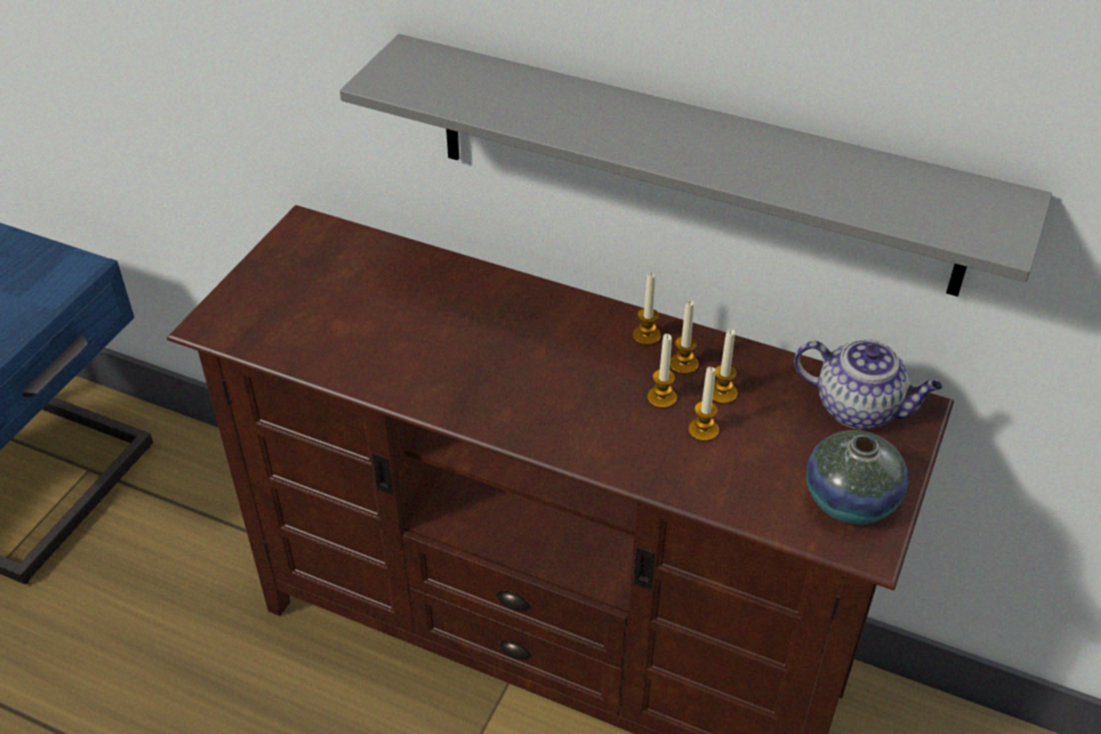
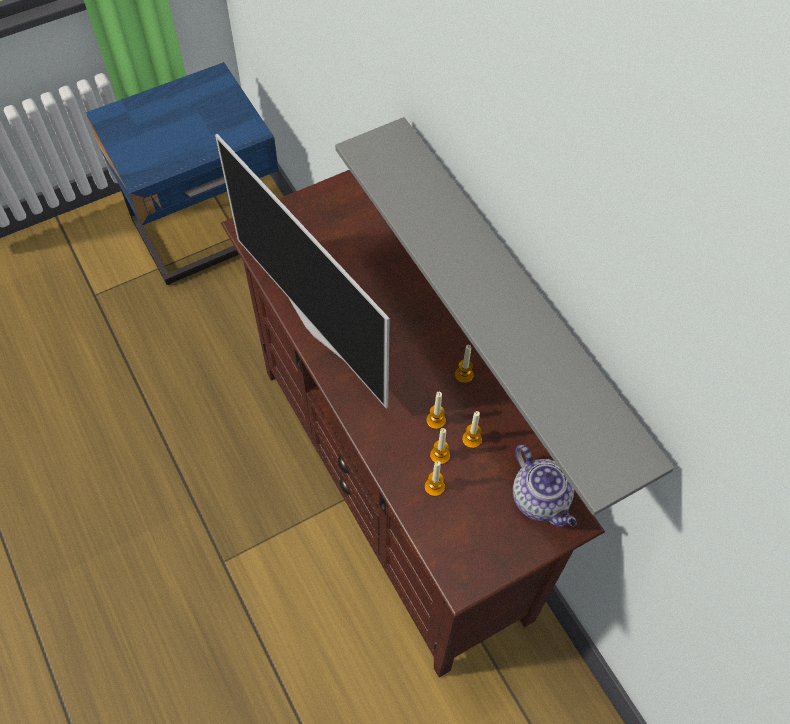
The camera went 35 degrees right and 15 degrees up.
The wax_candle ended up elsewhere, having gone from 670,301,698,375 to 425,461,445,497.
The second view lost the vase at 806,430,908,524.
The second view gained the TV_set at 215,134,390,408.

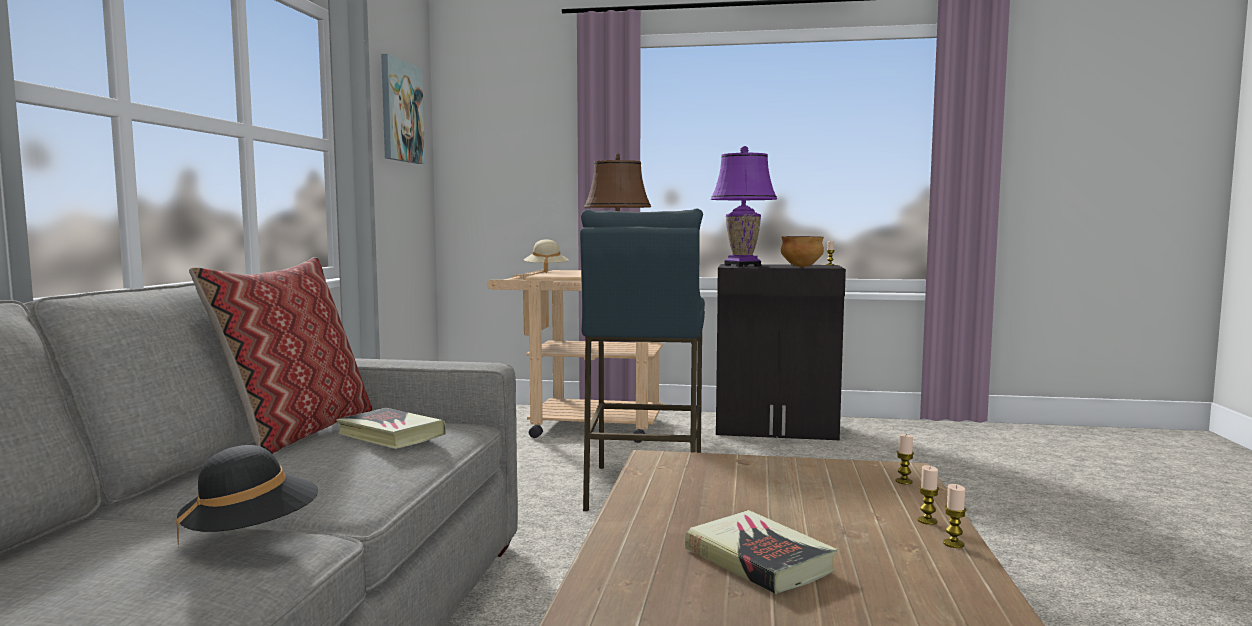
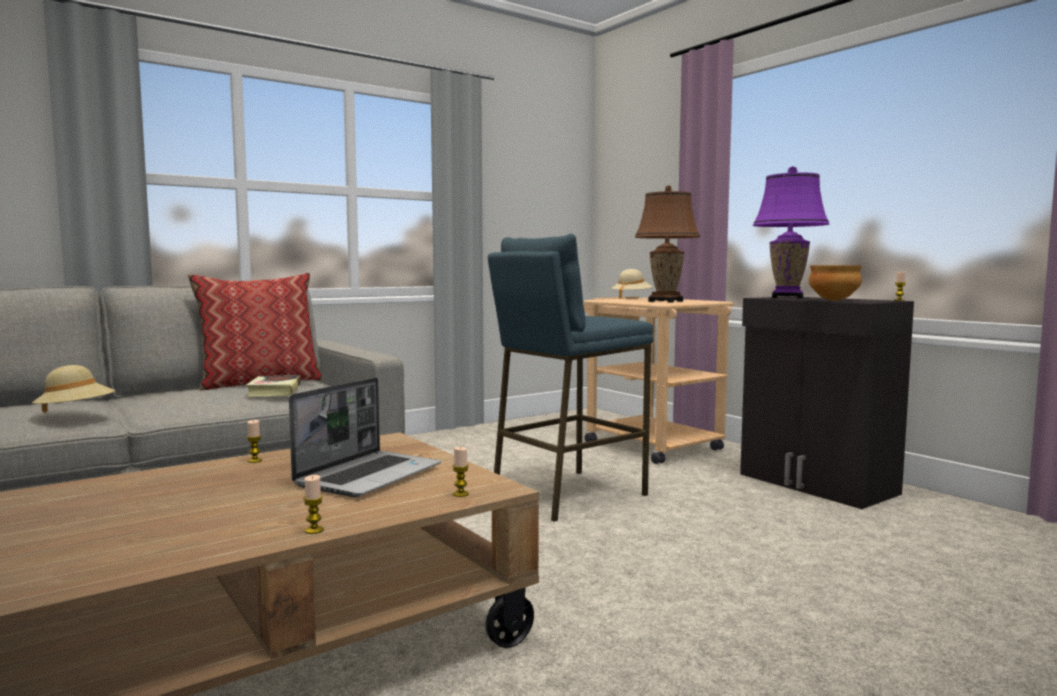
The camera went 45 degrees right and 0 degrees up.
What was the blackish_wearable_hat at 176,445,318,546 turned into the sand-coloured_wearable_hat at 32,365,116,413.
The second view lost the wall_picture at 381,54,425,164.
The second view lost the bound_book at 685,510,837,594.
The wax_candle ended up elsewhere, having gone from 918,465,939,525 to 246,420,262,463.
The second view gained the notebook_computer at 289,377,441,497.

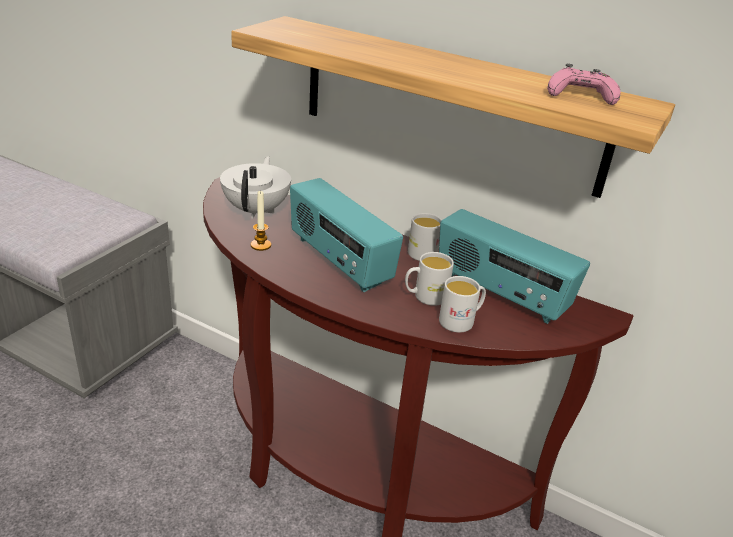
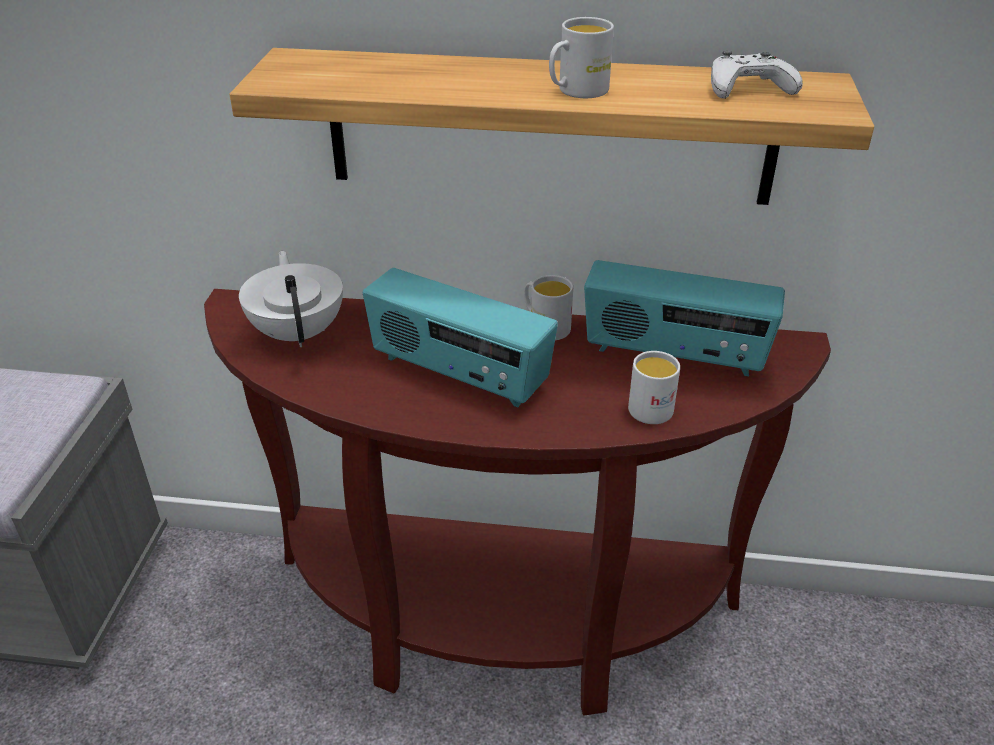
The camera went 20 degrees left and 5 degrees up.
The second view lost the wax_candle at 251,190,271,251.
The whitish_mug ended up elsewhere, having gone from 405,252,454,306 to 549,17,614,98.
What was the pinkish_joypad at 547,64,621,105 turned into the whitish_joypad at 711,51,803,99.

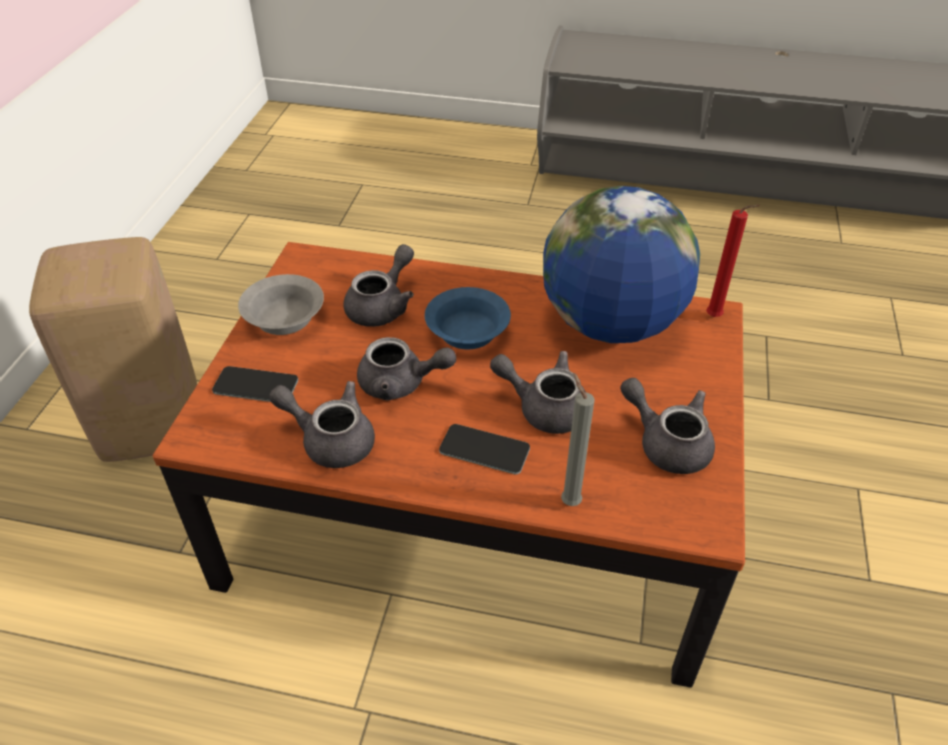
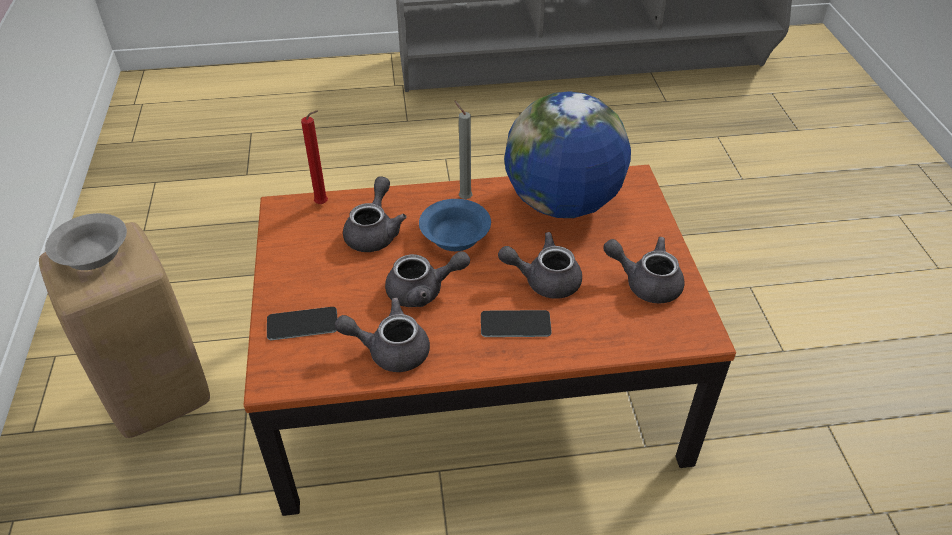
The camera went 20 degrees left and 0 degrees up.
The greyish_deep_dish ended up elsewhere, having gone from 238,274,324,335 to 45,213,127,270.
The greyish_wax_candle ended up elsewhere, having gone from 561,373,595,506 to 454,101,472,199.
The reddish_wax_candle ended up elsewhere, having gone from 706,205,760,317 to 301,111,328,204.

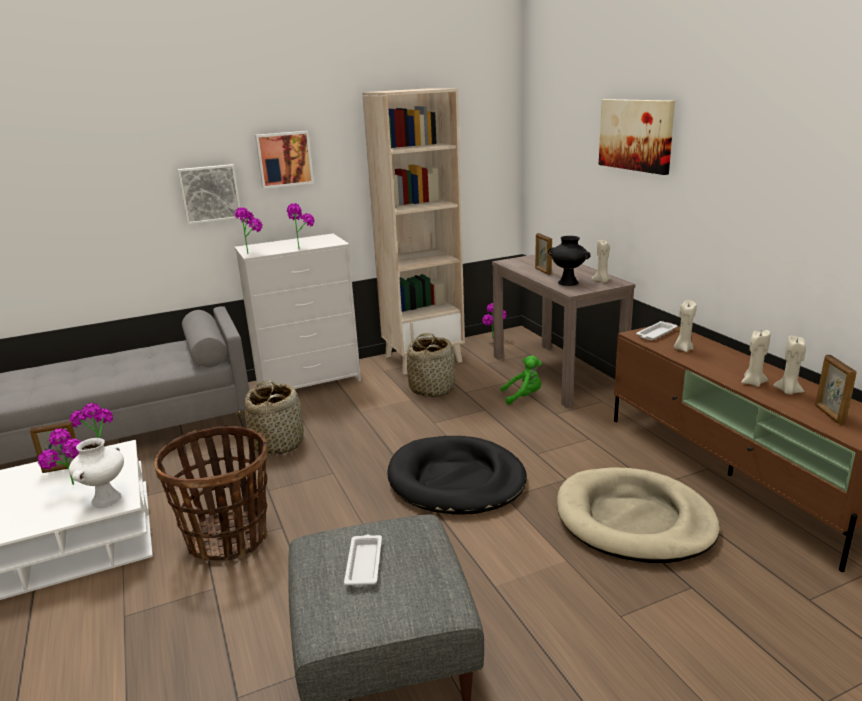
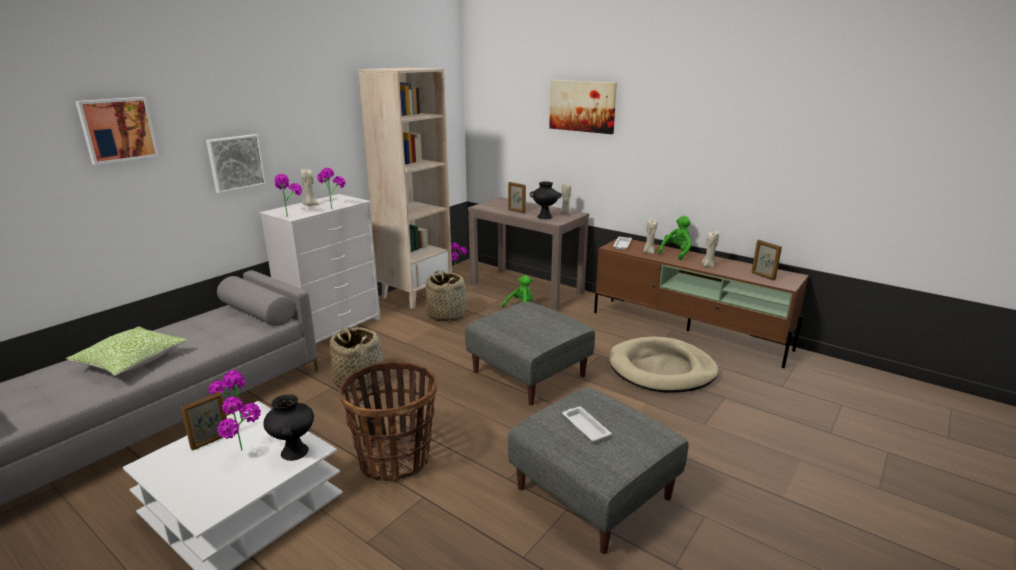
The camera went 30 degrees left and 0 degrees up.
What was the whitish_vase at 69,438,124,508 turned into the blackish_vase at 263,395,314,461.
The wall_picture ended up elsewhere, having gone from 255,131,314,189 to 75,97,159,165.
Where the blackish_dog_cushion stood at 387,436,527,515, the greyish_ottoman came to stand at 465,302,595,406.
The sand-coloured_wax_candle ended up elsewhere, having gone from 774,336,806,395 to 301,169,319,206.
The second view gained the cushion at 66,326,187,376.
The second view gained the greenish_plush_toy at 658,216,692,260.

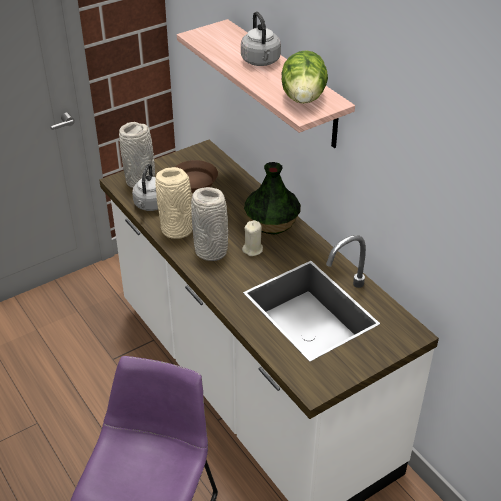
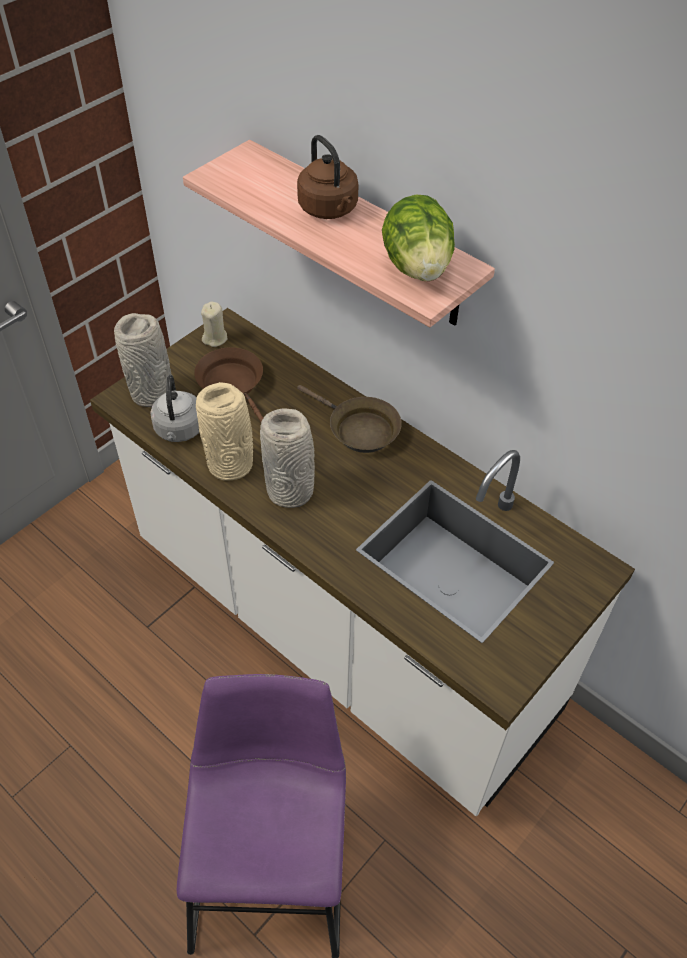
The camera went 15 degrees left and 10 degrees up.
What was the greyish_kettle at 241,11,281,66 turned into the brownish_kettle at 297,135,359,219.
The sand-coloured_wax_candle ended up elsewhere, having gone from 242,220,263,256 to 201,301,228,347.
Where the vase stood at 244,162,301,235, the brownish_frying_pan came to stand at 297,385,402,453.

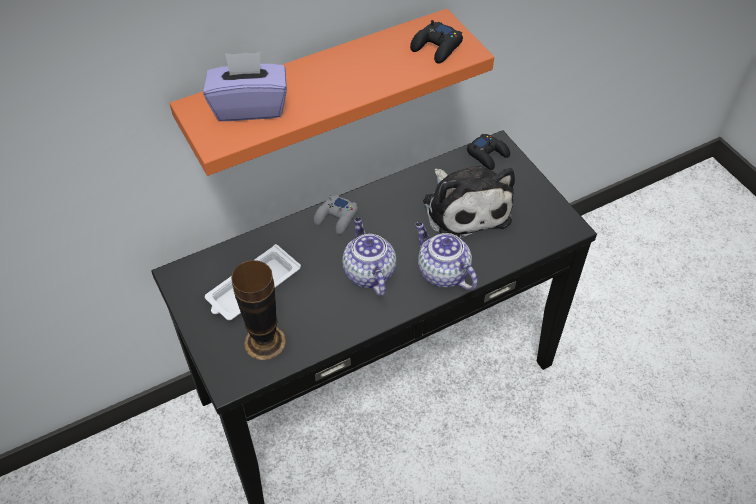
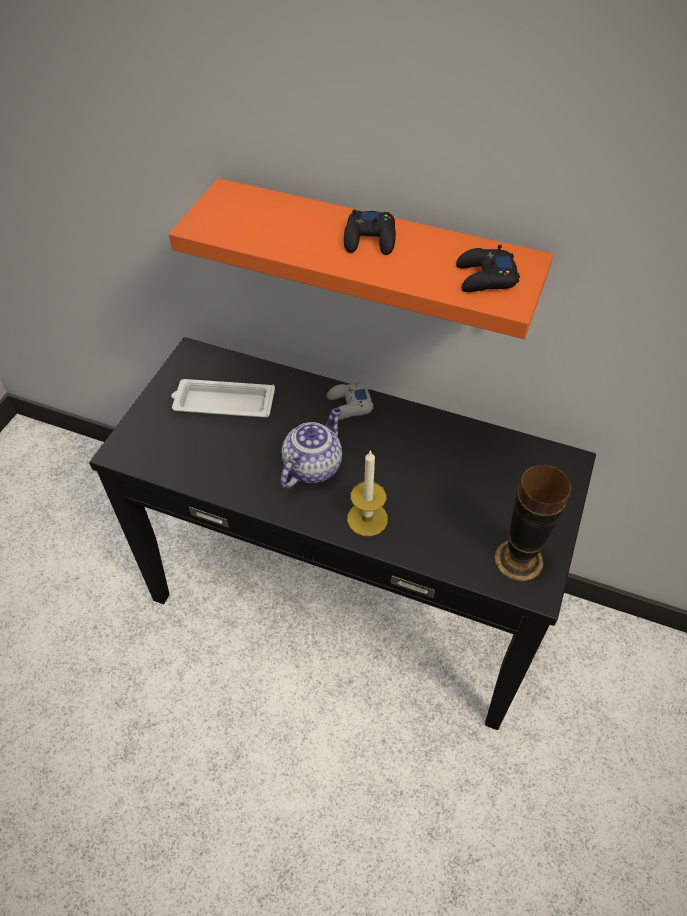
The camera went 50 degrees right and 0 degrees up.
The second view lost the purple_box_of_tissues at 203,53,287,121.
The vase ended up elsewhere, having gone from 231,260,286,360 to 495,465,571,581.
Where the pot_for_tea stood at 415,222,478,290, the wax_candle came to stand at 347,450,388,536.
The second view lost the plush_toy at 423,166,515,238.
The blackish_joypad ended up elsewhere, having gone from 467,134,510,170 to 344,209,396,255.

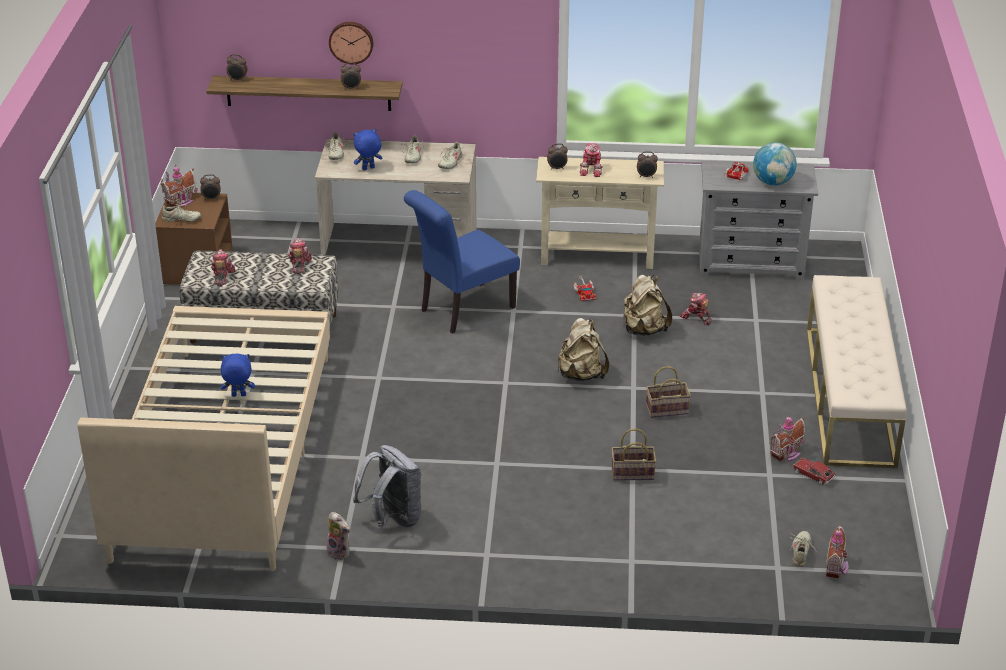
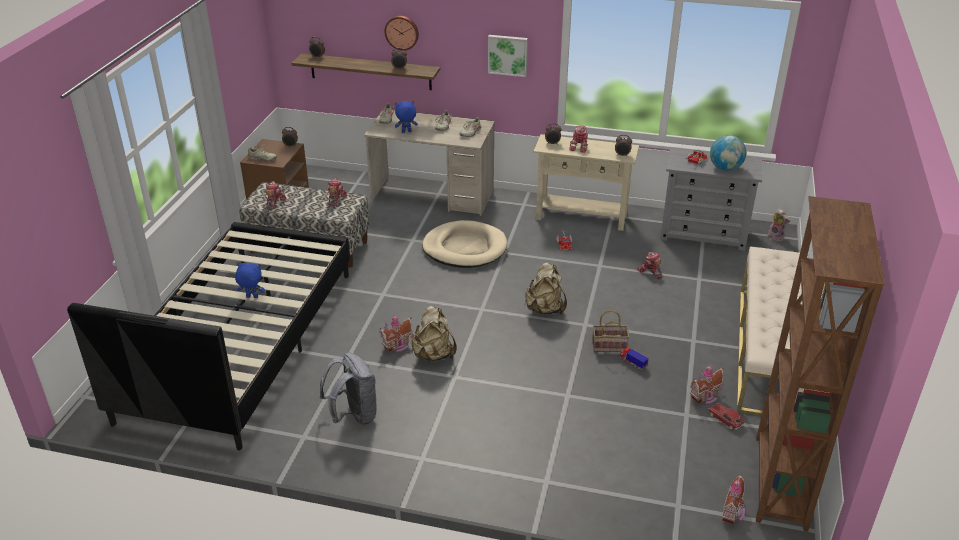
The camera went 10 degrees right and 0 degrees up.
What was the sand-coloured_bed at 77,306,330,571 turned into the blackish_bed at 67,222,350,450.
The miniature_house ended up elsewhere, having gone from 160,165,198,207 to 379,315,414,353.
The plush_toy ended up elsewhere, having gone from 326,512,351,560 to 767,208,790,242.
Where the bluish_chair stood at 404,190,520,334, the sand-coloured_dog_cushion came to stand at 422,220,507,268.
The second view lost the household_basket at 611,429,656,480.
The sand-coloured_rucksack ended up elsewhere, having gone from 623,275,672,336 to 411,306,457,361.
The second view lost the sand-coloured_shoe at 789,531,817,567.
The second view gained the wall_picture at 488,35,528,77.
The second view gained the toy_truck at 620,348,649,370.
The second view gained the brownish_bookshelf at 756,196,885,532.

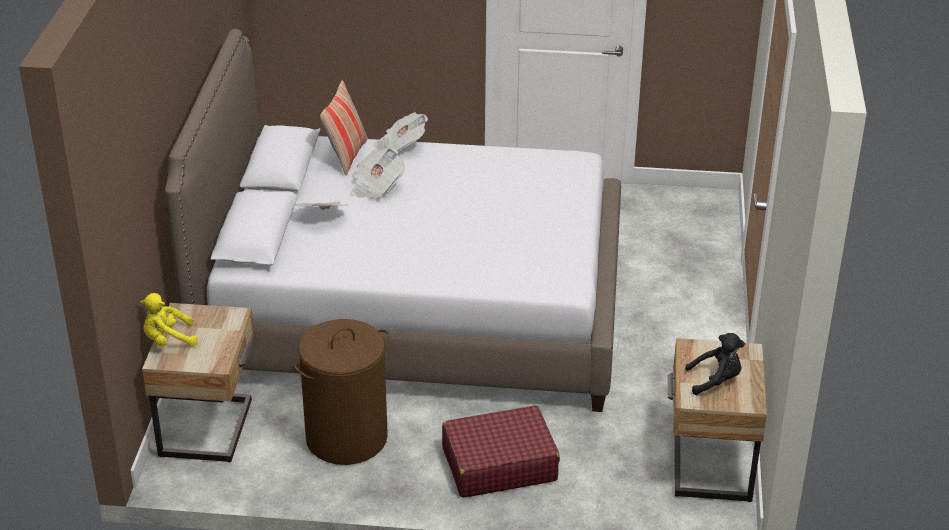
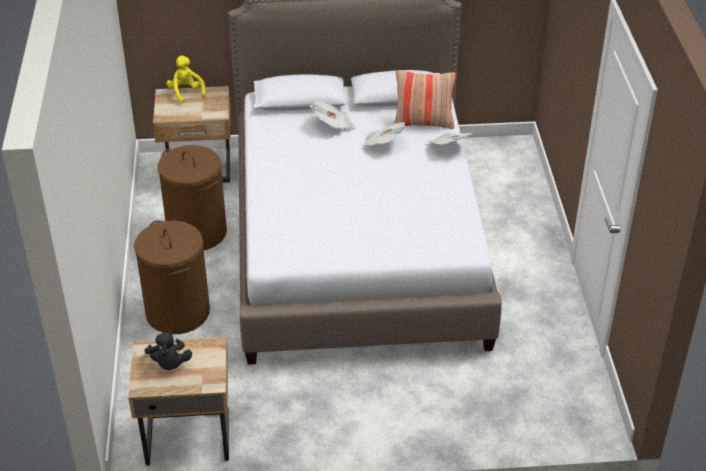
The camera went 80 degrees right and 5 degrees up.
Where the reddish_travel_case stood at 442,405,560,498, the brownish_hamper came to stand at 134,220,210,334.

